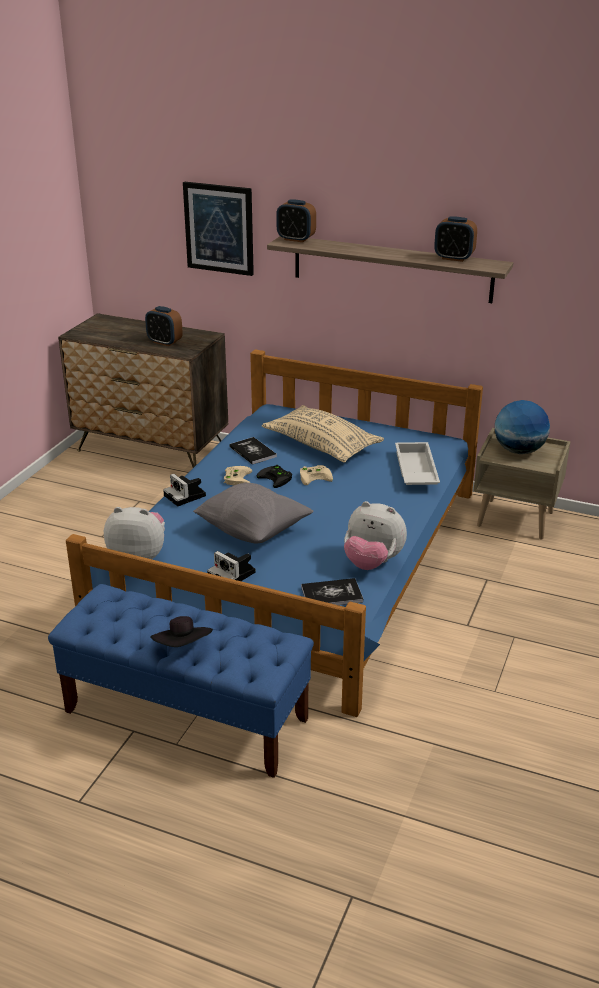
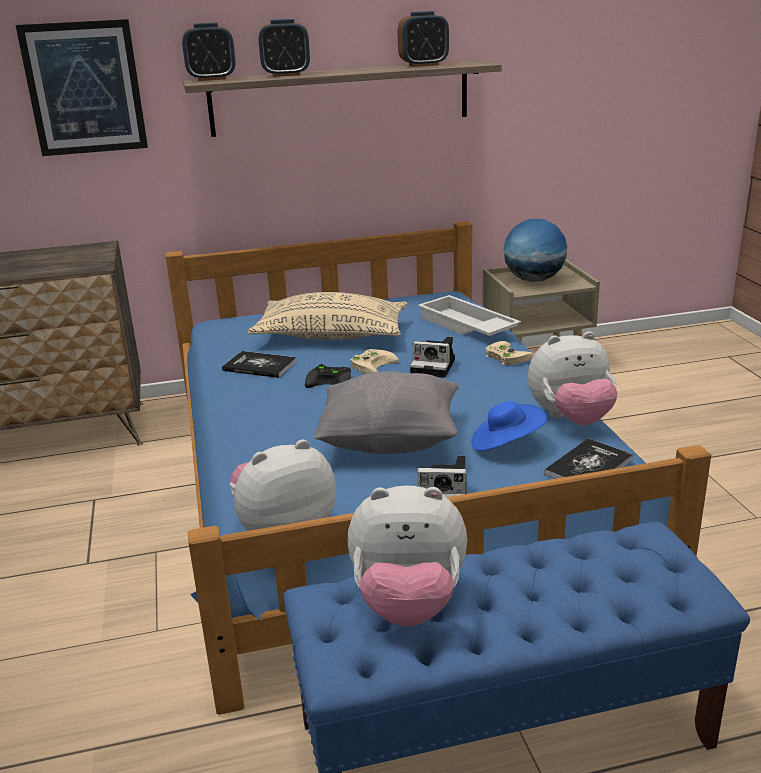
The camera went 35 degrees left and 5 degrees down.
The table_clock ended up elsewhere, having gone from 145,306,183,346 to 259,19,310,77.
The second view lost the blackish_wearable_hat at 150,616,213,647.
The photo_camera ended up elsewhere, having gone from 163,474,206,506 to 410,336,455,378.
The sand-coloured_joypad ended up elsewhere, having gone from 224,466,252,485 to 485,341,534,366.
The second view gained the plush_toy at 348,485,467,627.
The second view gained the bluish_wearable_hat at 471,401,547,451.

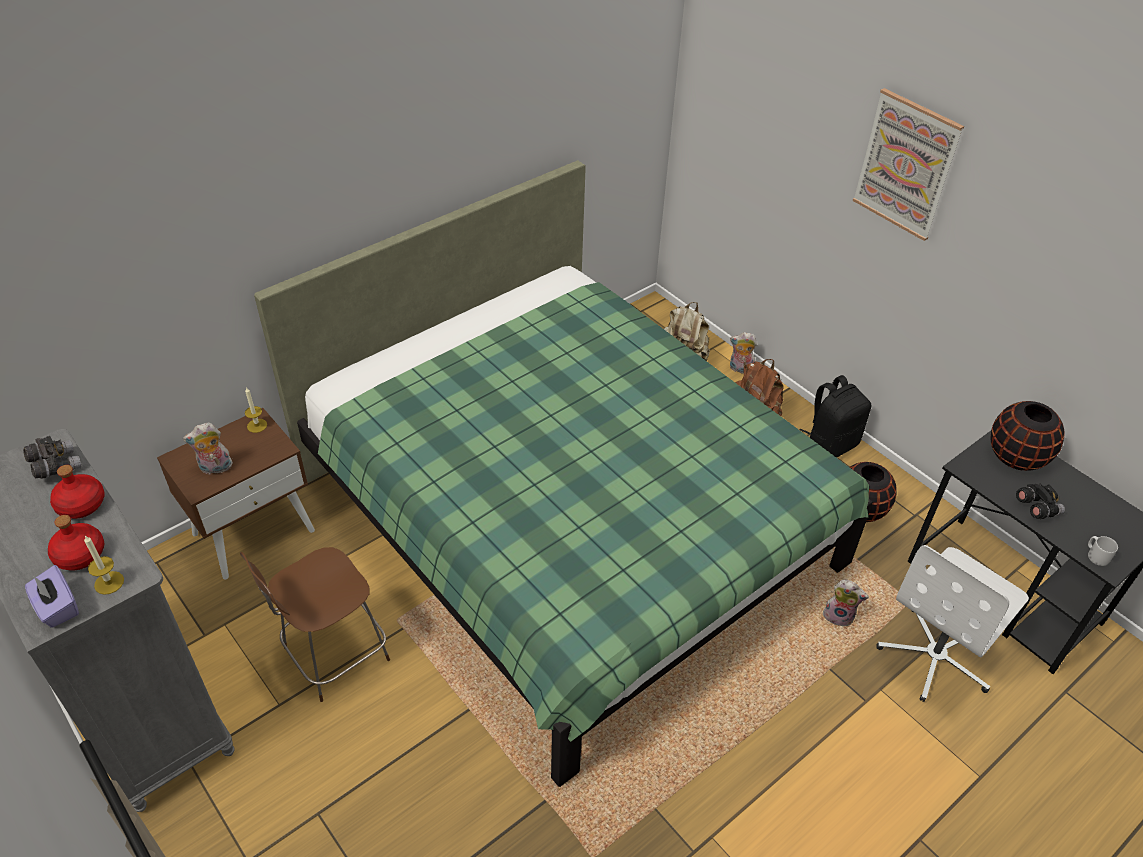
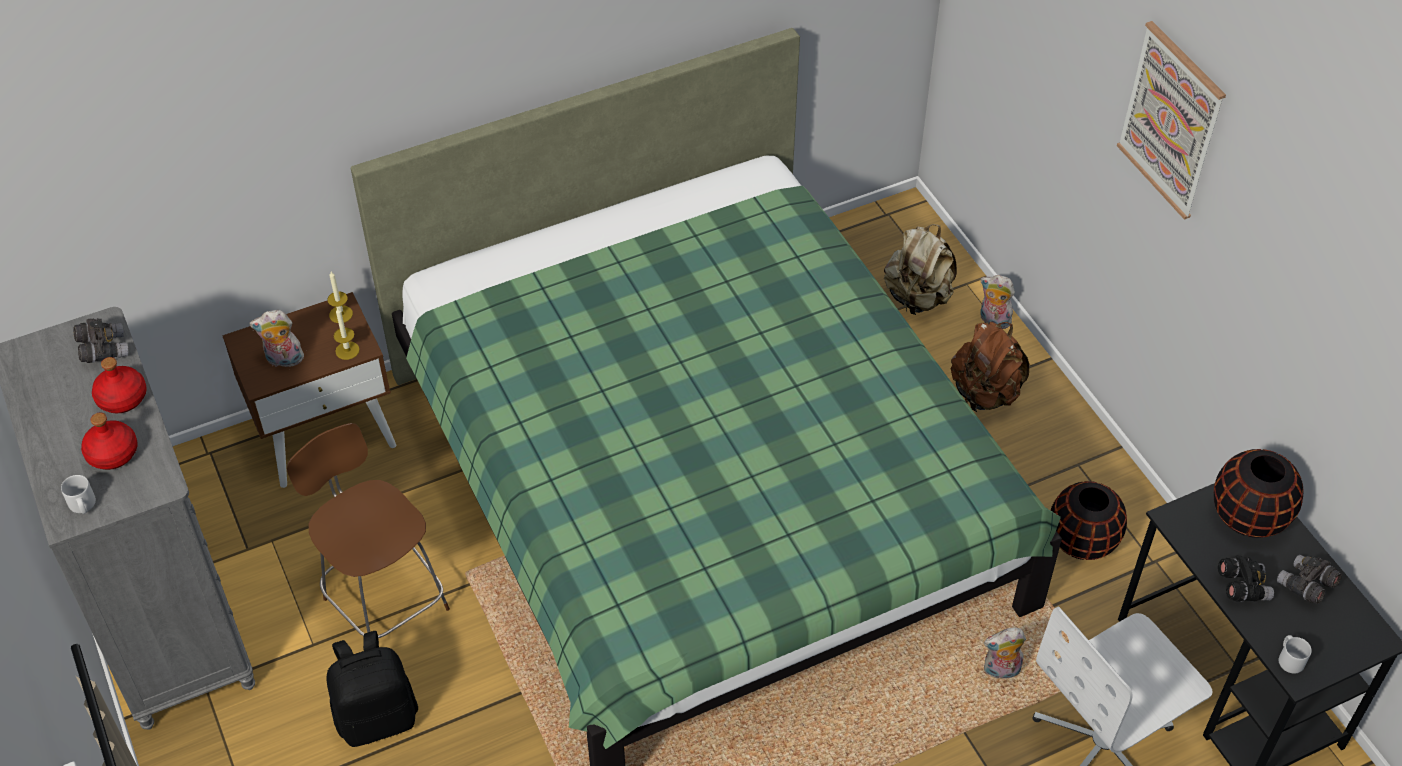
The camera went 15 degrees right and 5 degrees up.
Where the purple_box_of_tissues stood at 25,565,79,627, the greyish_mug came to stand at 61,475,96,514.
The wax_candle ended up elsewhere, having gone from 84,535,124,595 to 334,307,360,360.
The brownish_chair at 240,547,390,702 ended up facing another way, 75 degrees clockwise from before.
The blackish_rucksack ended up elsewhere, having gone from 800,375,871,458 to 327,631,418,747.
The plush_toy at 821,580,869,626 ended up facing another way, 135 degrees clockwise from before.
The second view gained the greyish_field_glasses at 1277,555,1342,604.

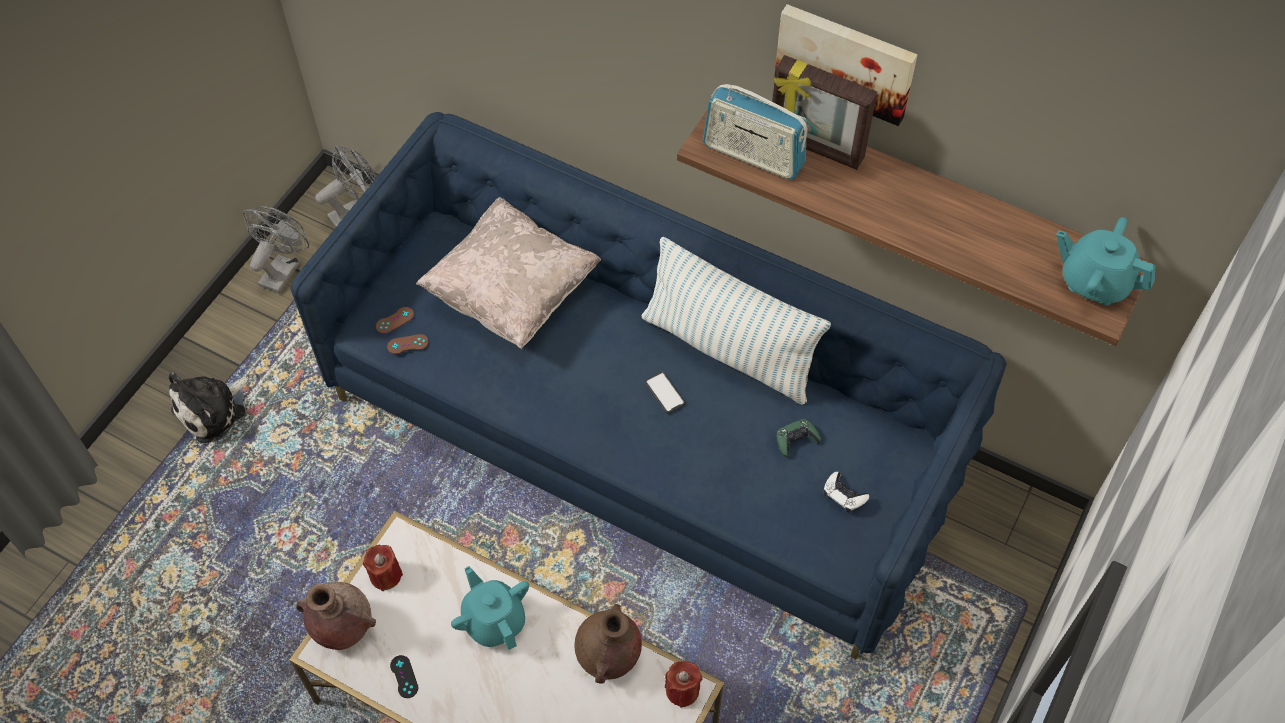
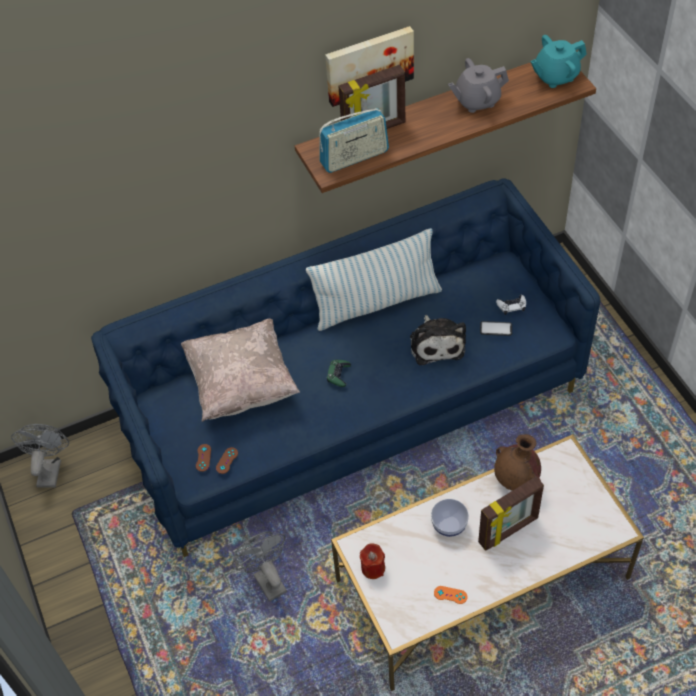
The camera went 50 degrees left and 5 degrees down.
The plush_toy ended up elsewhere, having gone from 169,372,249,443 to 410,315,466,365.
The greyish_cooling_fan ended up elsewhere, having gone from 243,206,309,293 to 231,531,287,602.
The second view lost the brownish_vase at 296,582,376,650.
What was the blackish_joypad at 390,655,418,698 turned into the orangey_joypad at 434,586,468,604.
Where the blue-green_pot_for_tea stood at 451,566,529,650, the deep_dish came to stand at 431,499,469,537.
The phone ended up elsewhere, having gone from 645,371,686,414 to 480,321,512,336.
The second view lost the reddish_wax_candle at 665,661,702,708.
The greenish_joypad ended up elsewhere, having gone from 776,419,821,457 to 327,360,351,387.
The second view gained the greyish_pot_for_tea at 448,58,509,113.
The second view gained the photo_frame at 478,476,544,551.

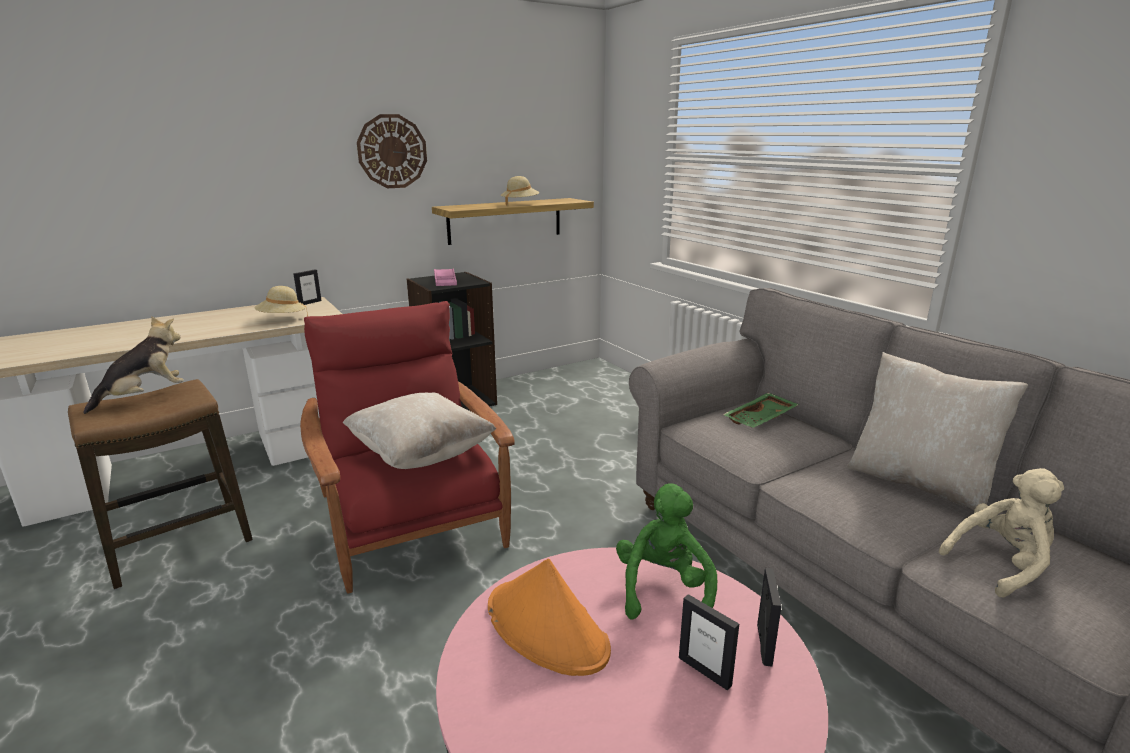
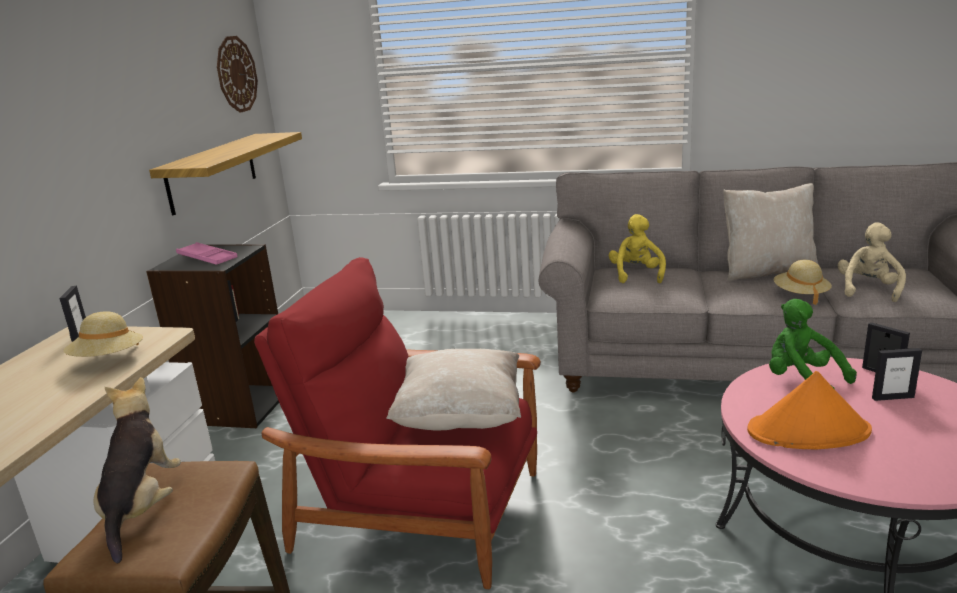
The camera went 45 degrees left and 0 degrees up.
The wall_clock ended up elsewhere, having gone from 357,114,427,188 to 217,36,258,113.
The sand-coloured_wearable_hat ended up elsewhere, having gone from 501,176,539,205 to 773,260,832,305.
Where the greenish_carrying_tray stood at 723,393,799,428, the yellow_plush_toy came to stand at 609,214,666,283.

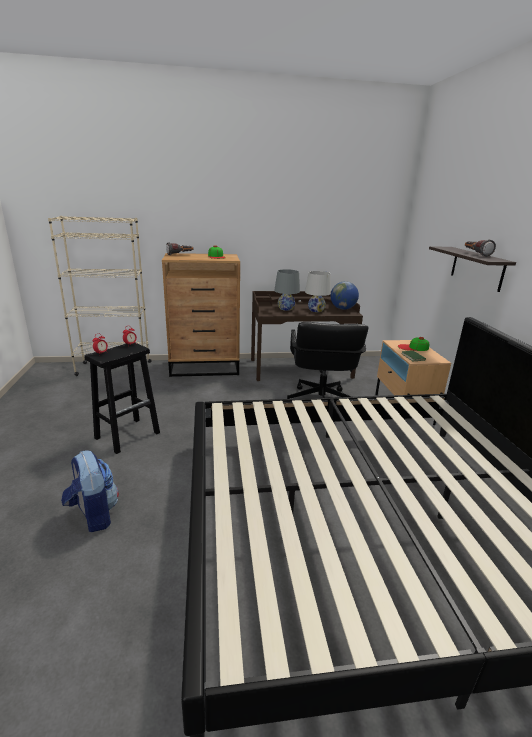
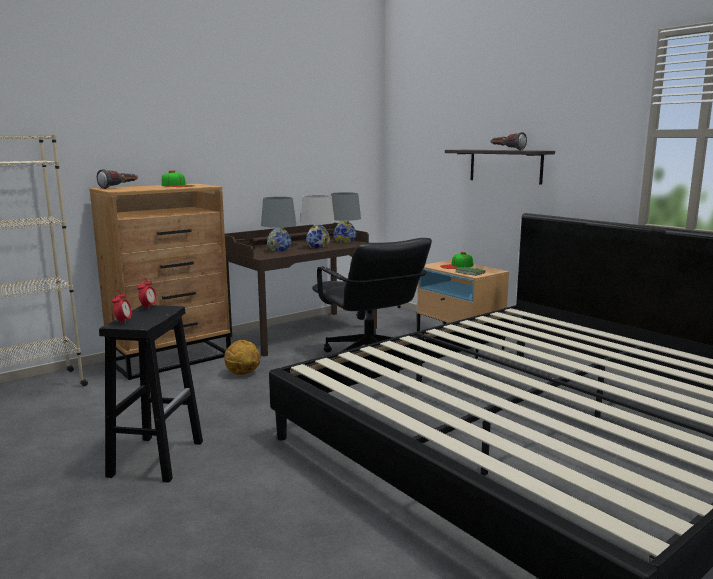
The camera went 30 degrees left and 10 degrees down.
The second view lost the rucksack at 61,450,119,532.
Where the globe stood at 331,281,359,310, the greyish_tabletop_lamp came to stand at 331,192,361,243.
The second view gained the basketball_ball at 224,340,260,375.

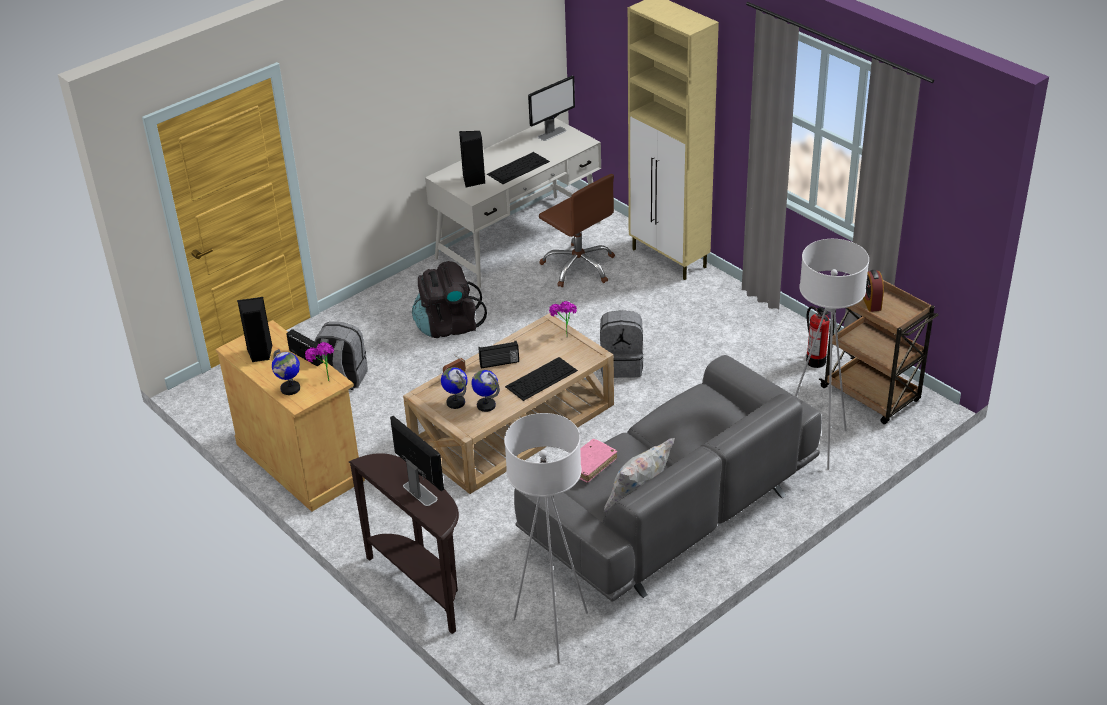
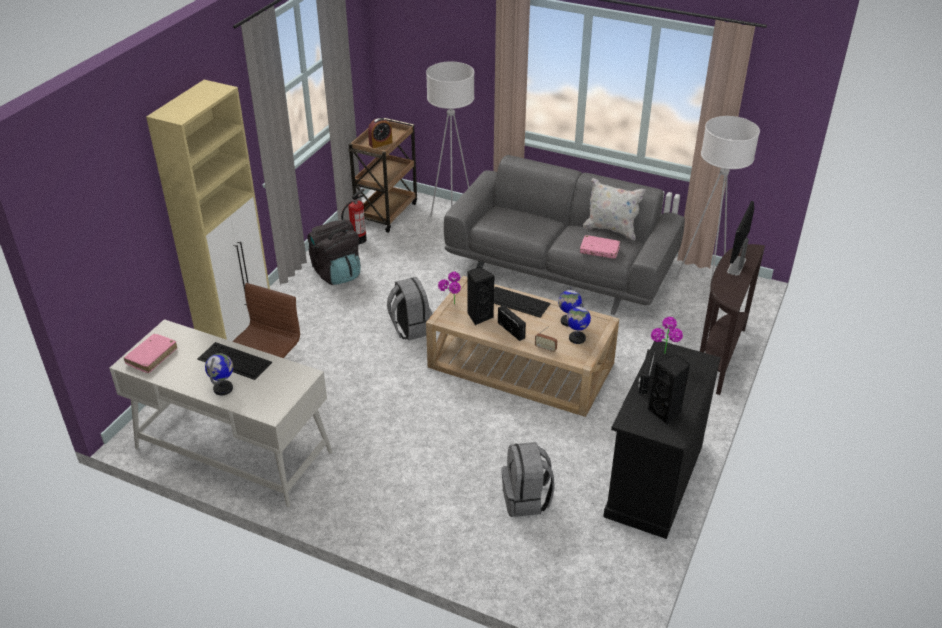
The camera went 115 degrees left and 0 degrees up.
What was the sand-coloured_cupboard at 215,320,365,512 turned into the blackish_cupboard at 603,340,721,539.
The globe ended up elsewhere, having gone from 272,349,300,395 to 205,353,233,395.
The blackish_rucksack ended up elsewhere, having gone from 412,261,487,338 to 307,220,361,285.
The blackish_speaker ended up elsewhere, having gone from 459,131,485,188 to 467,267,495,325.
Where the monitor stood at 528,76,575,141, the pinkish_bound_book came to stand at 124,334,177,373.

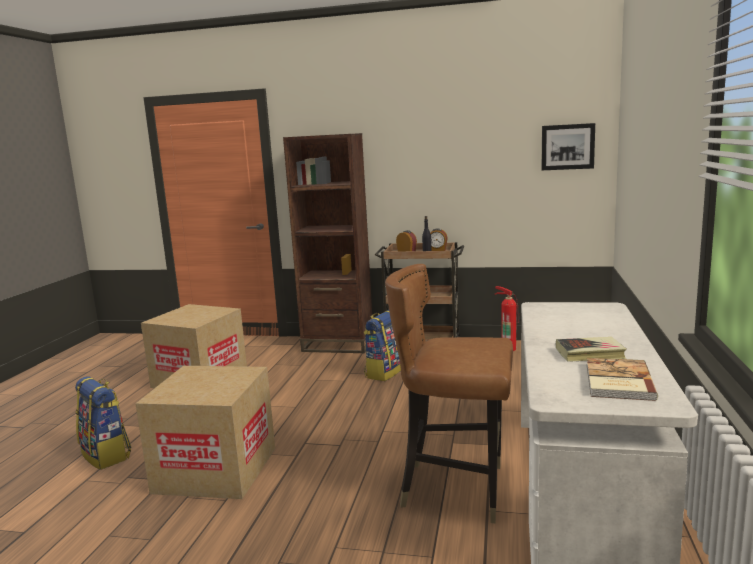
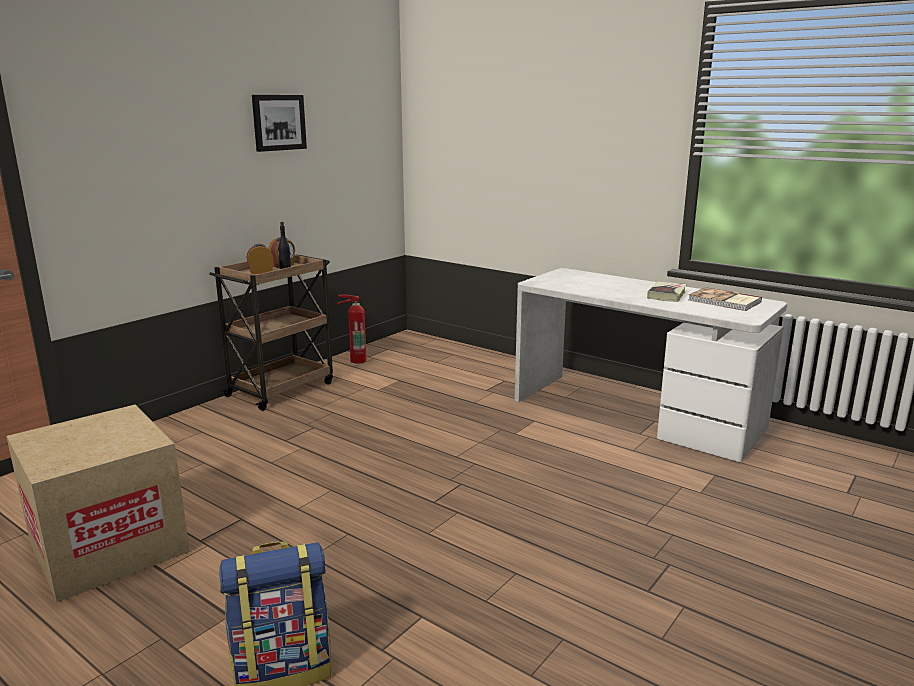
The camera went 65 degrees left and 5 degrees up.
The second view lost the cardboard_box at 135,366,275,499.
The second view lost the brownish_bookshelf at 283,133,372,353.
The second view lost the rucksack at 364,310,401,381.
The second view lost the brownish_chair at 385,264,513,523.
The wall_picture ended up elsewhere, having gone from 542,123,595,170 to 252,95,307,152.

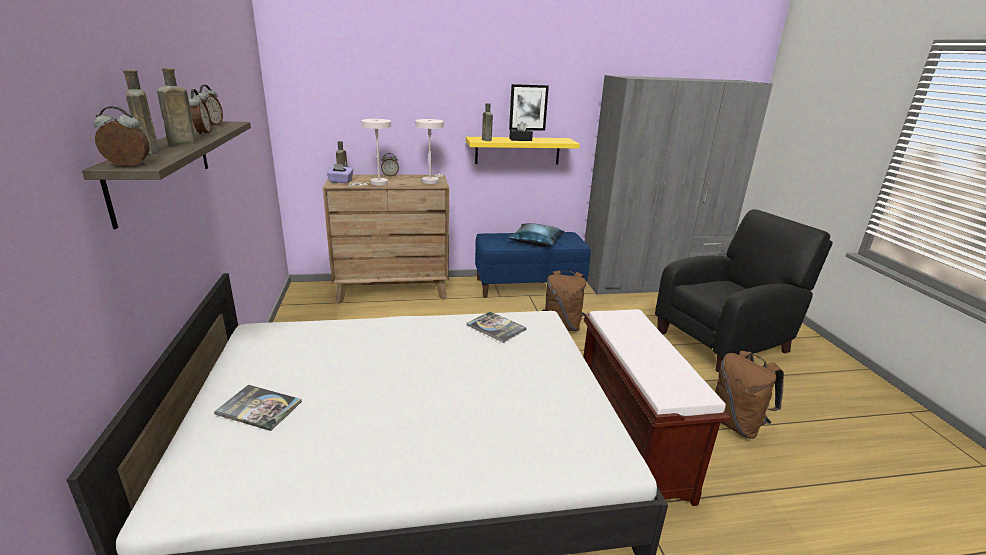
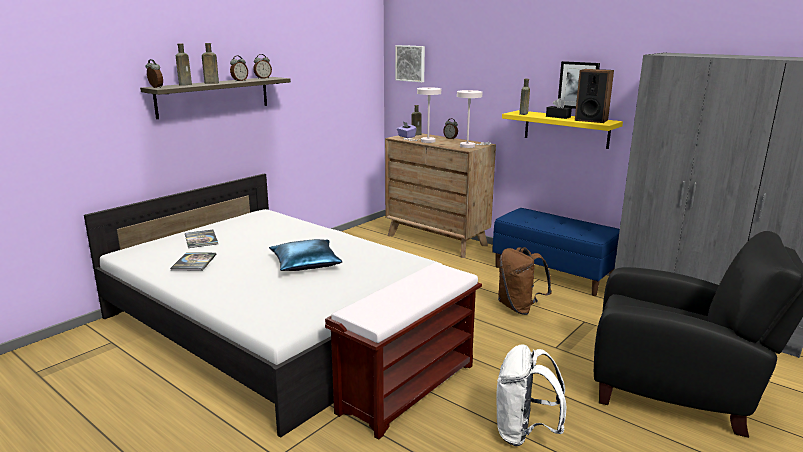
The camera went 50 degrees right and 5 degrees down.
The bound_book ended up elsewhere, having gone from 467,312,527,343 to 170,252,216,271.
The bluish_cushion ended up elsewhere, having gone from 508,223,564,247 to 269,239,343,271.
What was the brownish_rucksack at 715,351,784,439 turned into the whitish_rucksack at 497,344,567,446.
The second view gained the wall_picture at 395,45,425,82.
The second view gained the speaker at 575,69,614,123.

